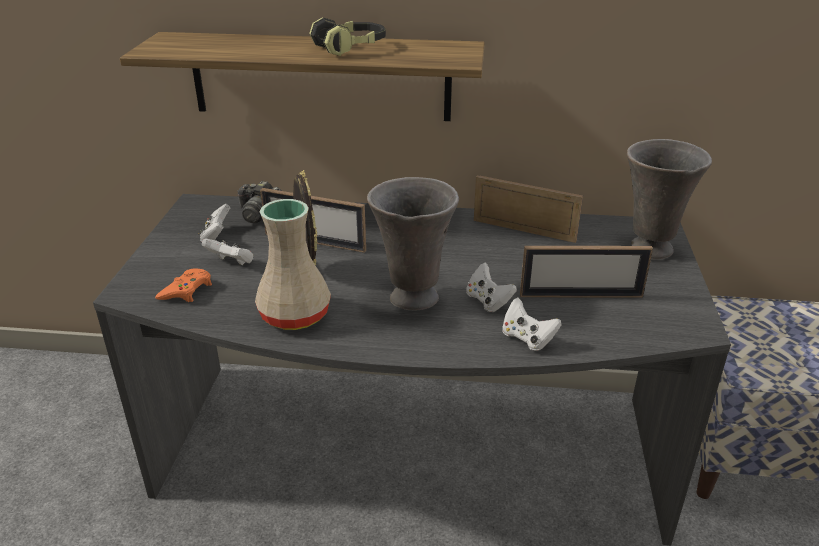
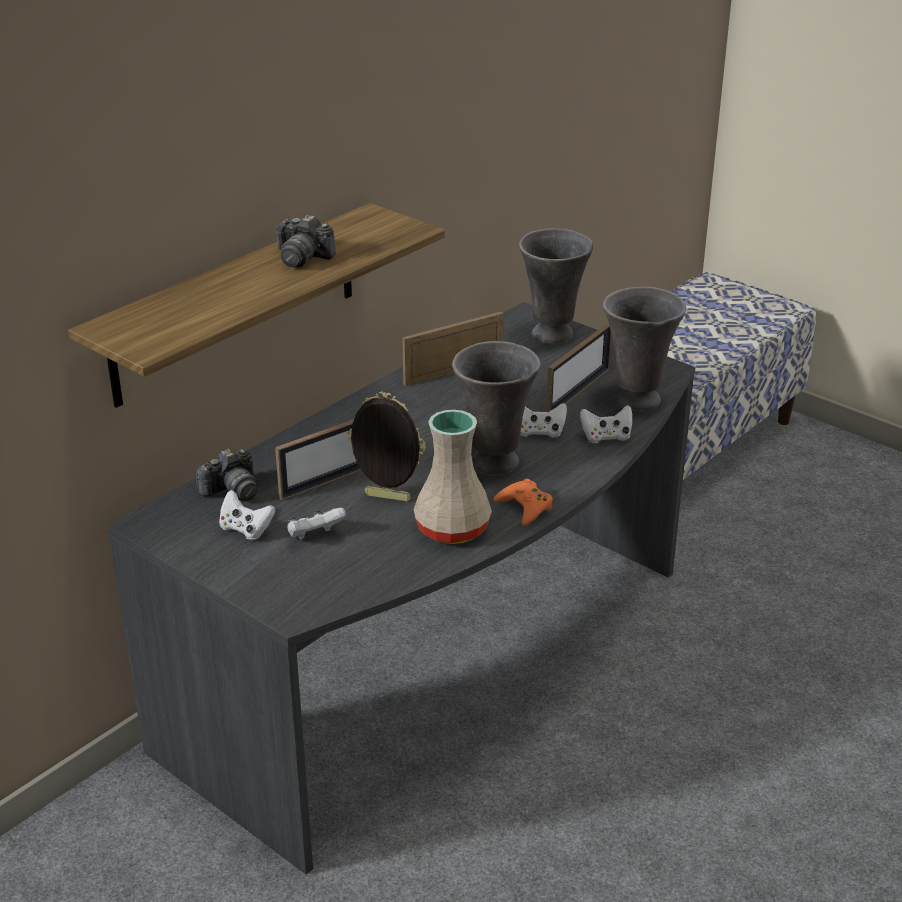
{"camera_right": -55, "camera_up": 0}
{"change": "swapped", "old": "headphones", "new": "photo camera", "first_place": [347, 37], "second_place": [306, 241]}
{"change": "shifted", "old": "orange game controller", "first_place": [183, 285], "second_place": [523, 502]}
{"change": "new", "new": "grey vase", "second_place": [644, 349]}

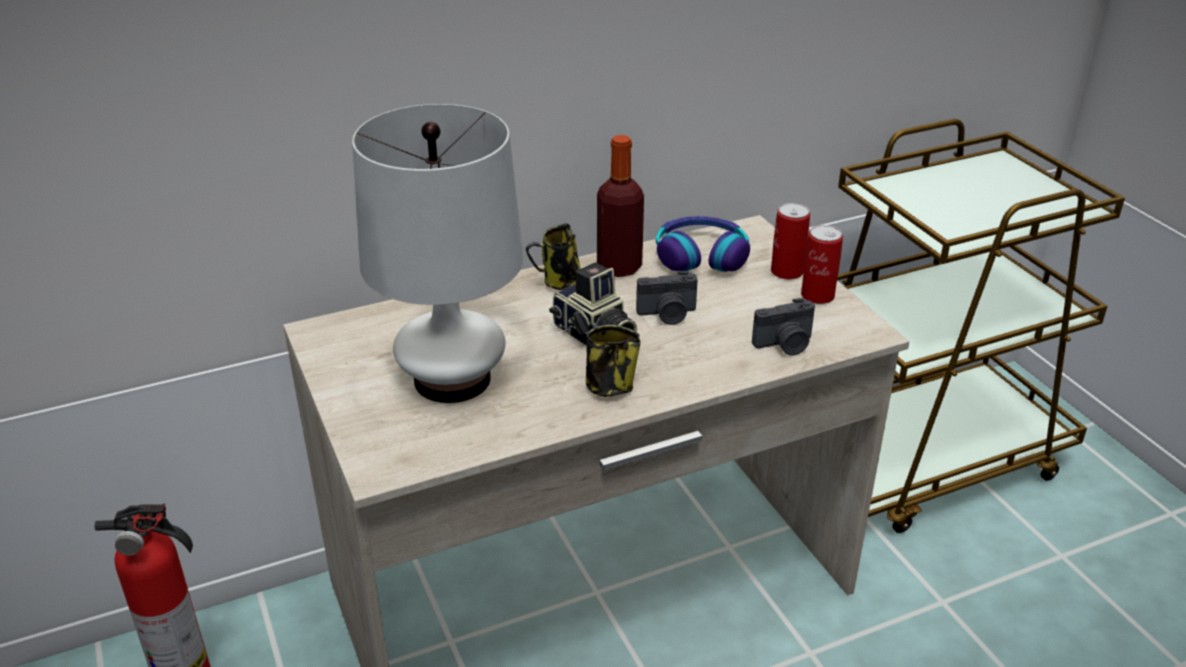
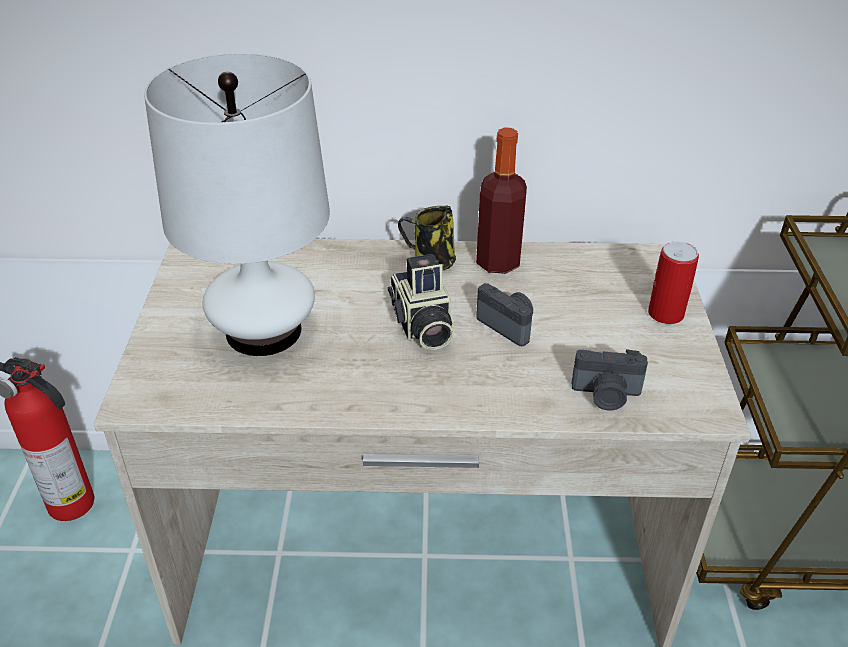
{"camera_right": 25, "camera_up": 5}
{"change": "gone", "old": "headphones", "first_place": [703, 244]}
{"change": "gone", "old": "can", "first_place": [822, 264]}
{"change": "rotated", "old": "photo camera", "first_place": [667, 298], "second_place": [504, 314], "degrees": -150}
{"change": "gone", "old": "mug", "first_place": [613, 360]}

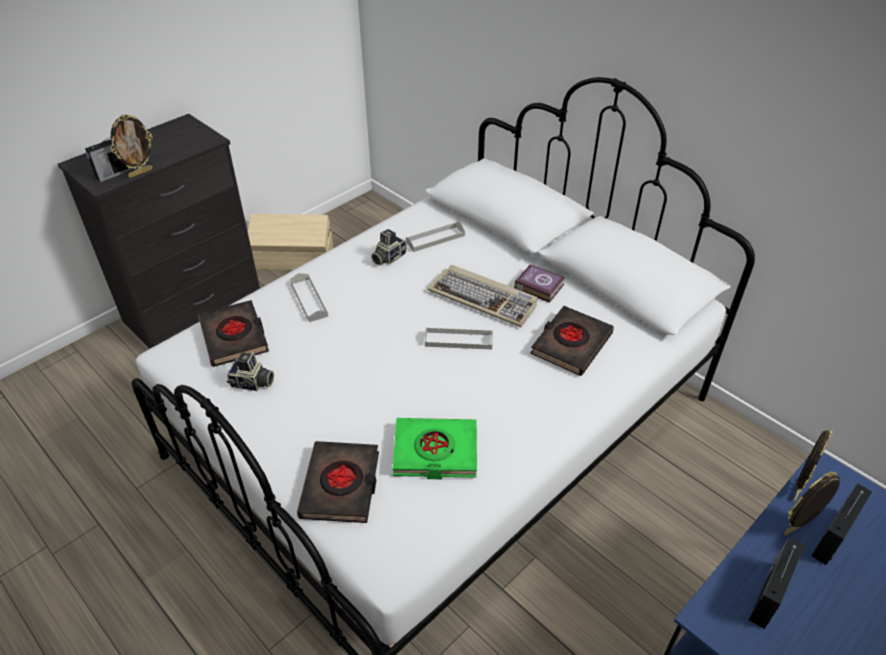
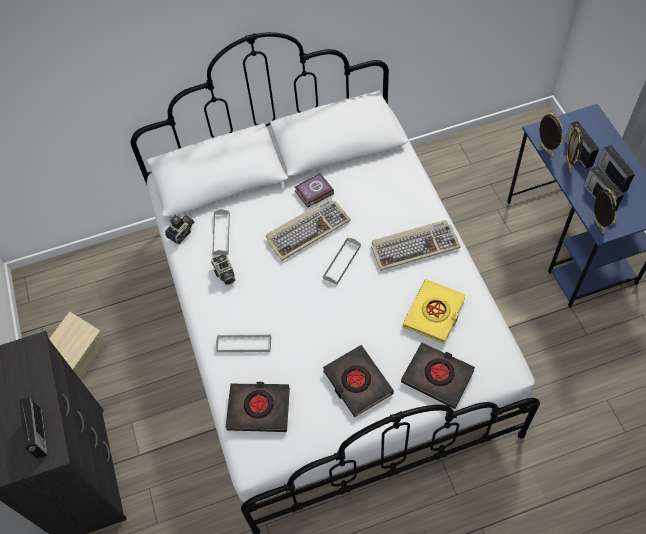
{"camera_right": -60, "camera_up": 15}
{"change": "shifted", "old": "picture frame", "first_place": [131, 146], "second_place": [605, 210]}
{"change": "shifted", "old": "black book", "first_place": [572, 341], "second_place": [358, 381]}
{"change": "shifted", "old": "photo camera", "first_place": [250, 371], "second_place": [179, 229]}
{"change": "repainted", "old": "green book", "new": "yellow book", "first_place": [435, 448], "second_place": [434, 311]}
{"change": "new", "new": "radio", "second_place": [616, 168]}
{"change": "new", "new": "keyboard", "second_place": [416, 245]}

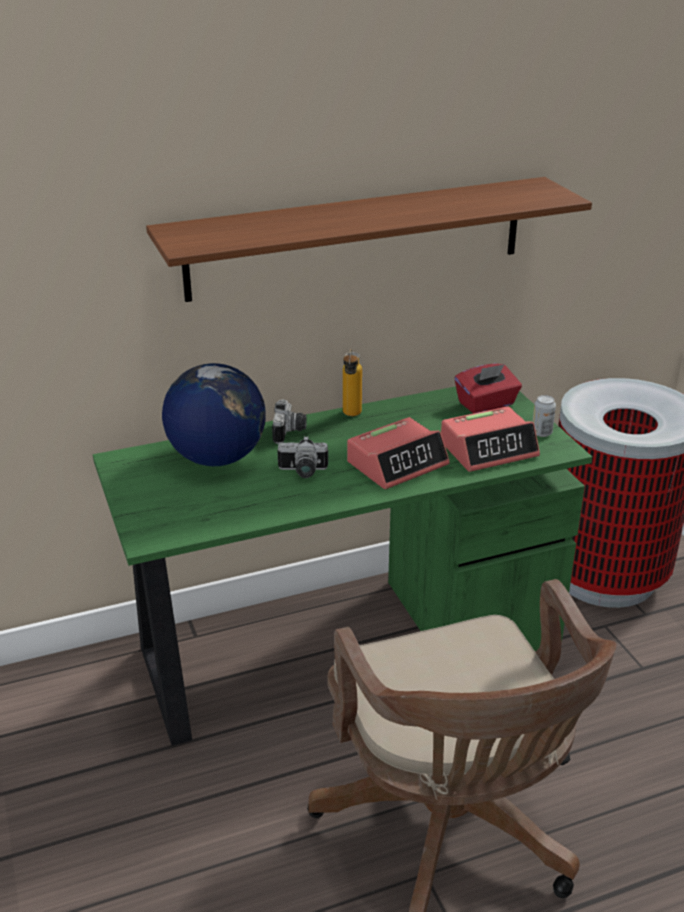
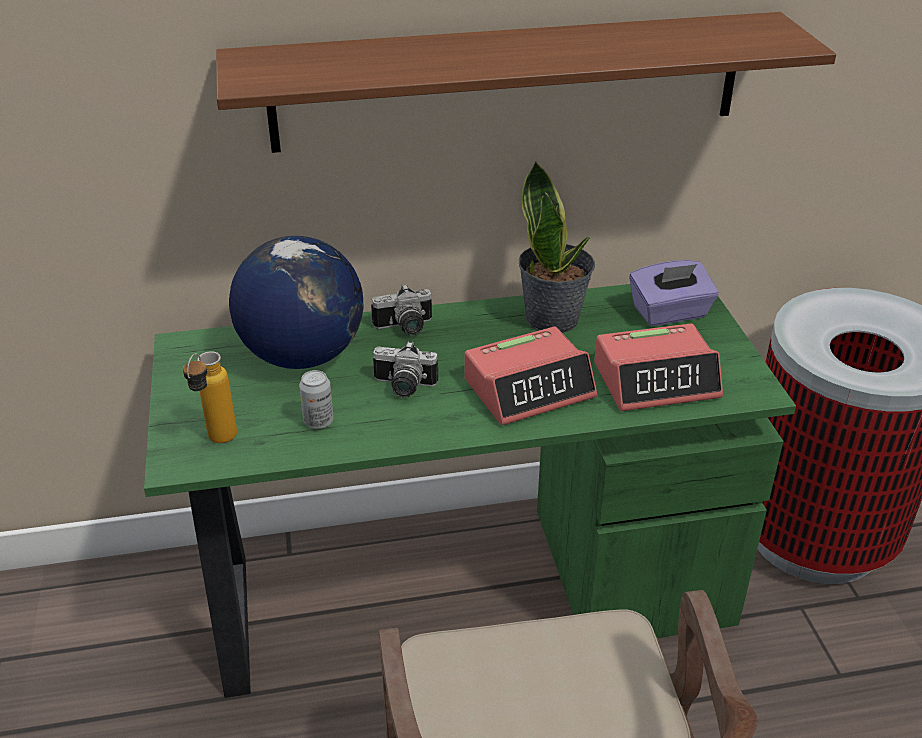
{"camera_right": 10, "camera_up": 5}
{"change": "shifted", "old": "bottle", "first_place": [352, 382], "second_place": [210, 397]}
{"change": "repainted", "old": "red tissue box", "new": "purple tissue box", "first_place": [488, 388], "second_place": [674, 293]}
{"change": "shifted", "old": "can", "first_place": [544, 416], "second_place": [316, 399]}
{"change": "rotated", "old": "photo camera", "first_place": [289, 421], "second_place": [401, 309], "degrees": 60}
{"change": "new", "new": "potted plant", "second_place": [557, 246]}

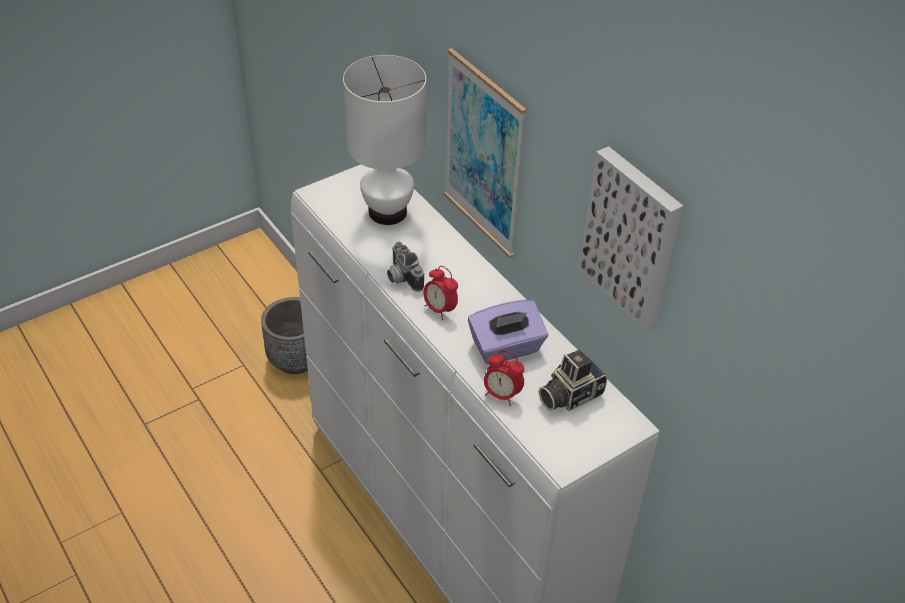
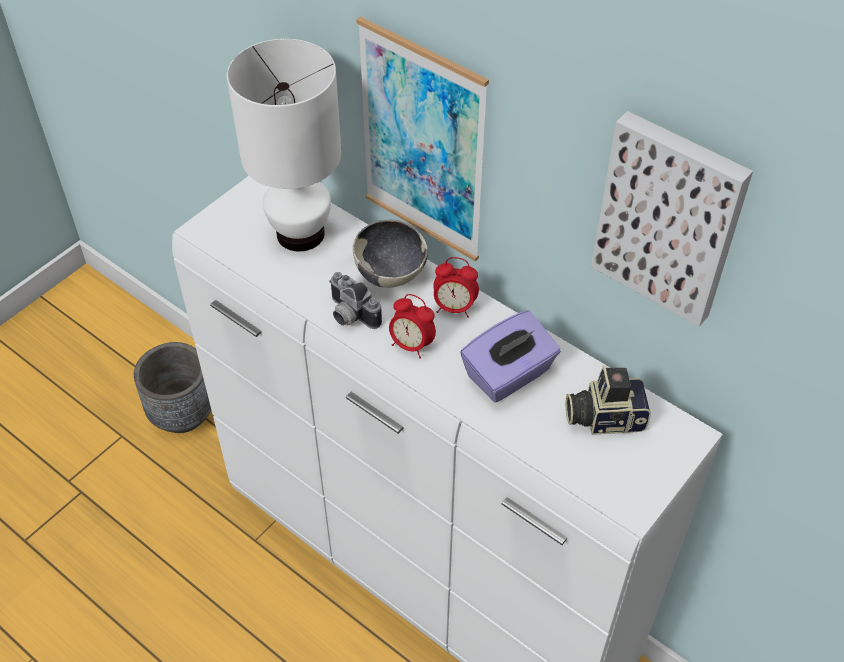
{"camera_right": -15, "camera_up": 5}
{"change": "shifted", "old": "alarm clock", "first_place": [504, 378], "second_place": [456, 287]}
{"change": "rotated", "old": "photo camera", "first_place": [573, 380], "second_place": [608, 400], "degrees": 45}
{"change": "new", "new": "bowl", "second_place": [390, 254]}

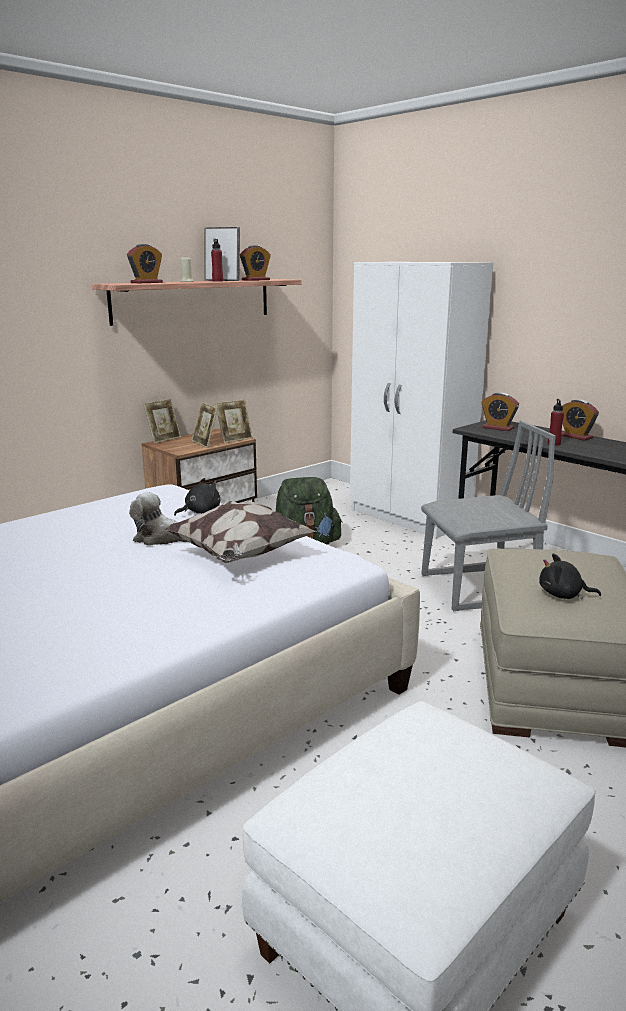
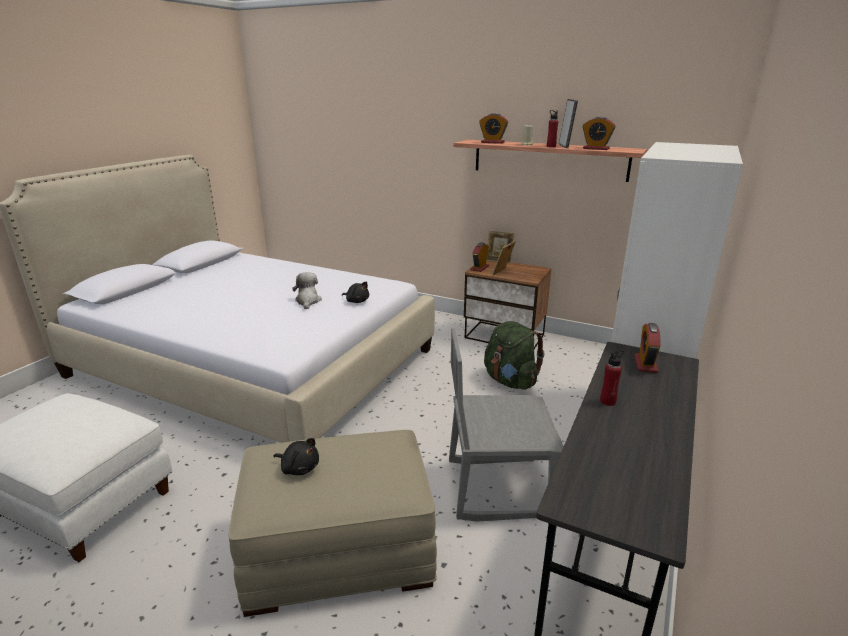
{"camera_right": 70, "camera_up": 5}
{"change": "gone", "old": "picture frame", "first_place": [234, 421]}
{"change": "shifted", "old": "alarm clock", "first_place": [580, 420], "second_place": [480, 257]}
{"change": "rotated", "old": "grey chair", "first_place": [488, 516], "second_place": [506, 425], "degrees": 120}
{"change": "gone", "old": "pillow", "first_place": [240, 532]}
{"change": "rotated", "old": "black plush toy", "first_place": [570, 576], "second_place": [296, 456], "degrees": 120}

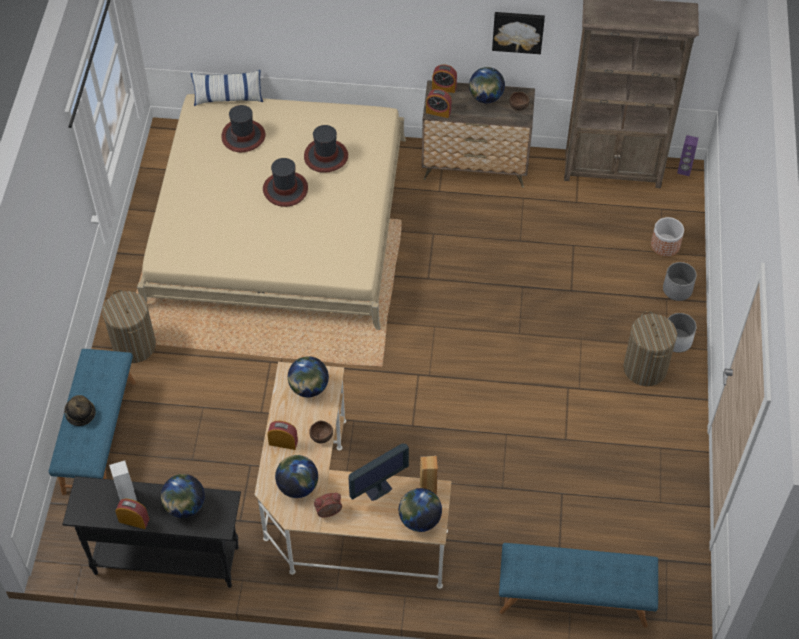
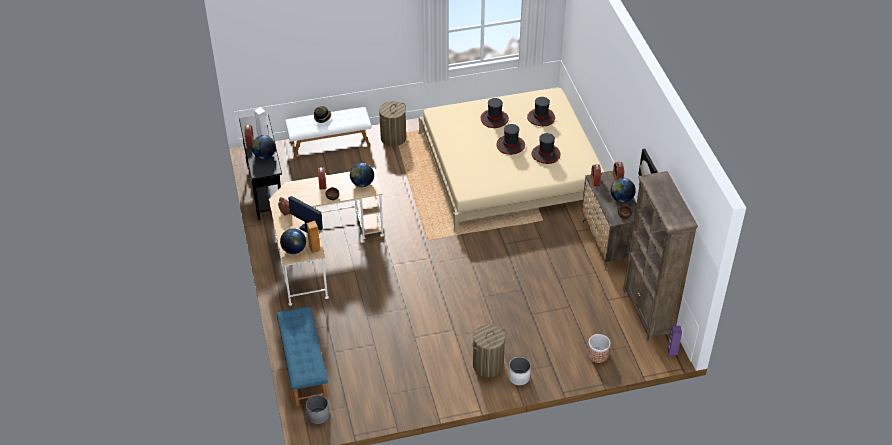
{"camera_right": 70, "camera_up": -10}
{"change": "gone", "old": "pillow", "first_place": [227, 88]}
{"change": "shifted", "old": "grey planter", "first_place": [680, 281], "second_place": [318, 409]}
{"change": "repainted", "old": "blue bench", "new": "white bench", "first_place": [92, 422], "second_place": [328, 133]}
{"change": "gone", "old": "globe", "first_place": [296, 476]}
{"change": "new", "new": "hat", "second_place": [495, 113]}

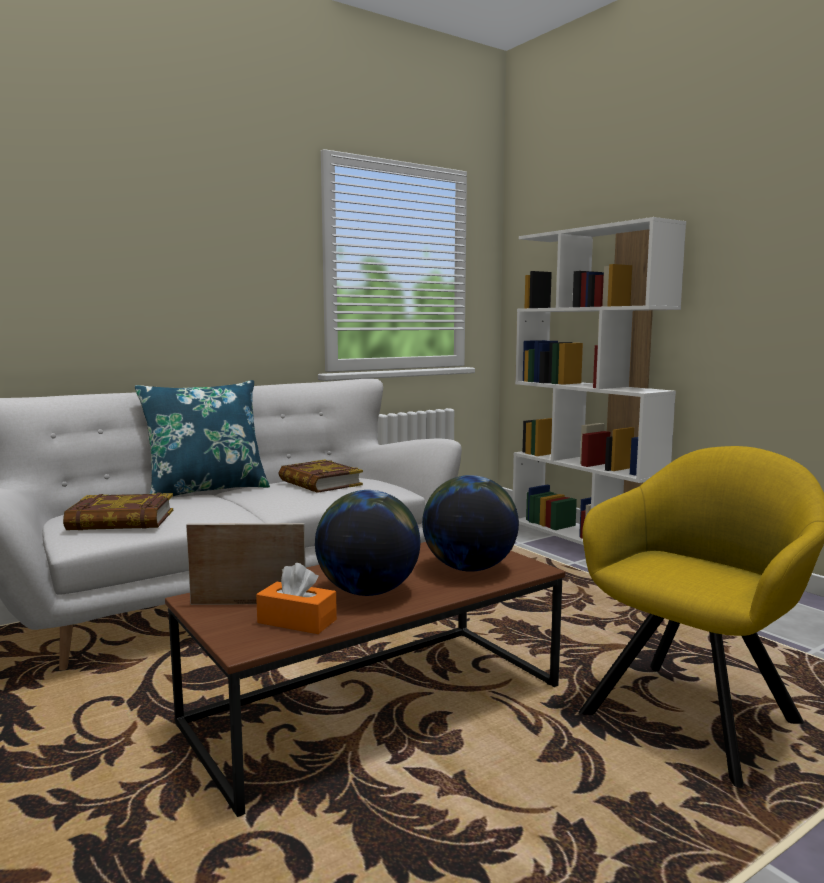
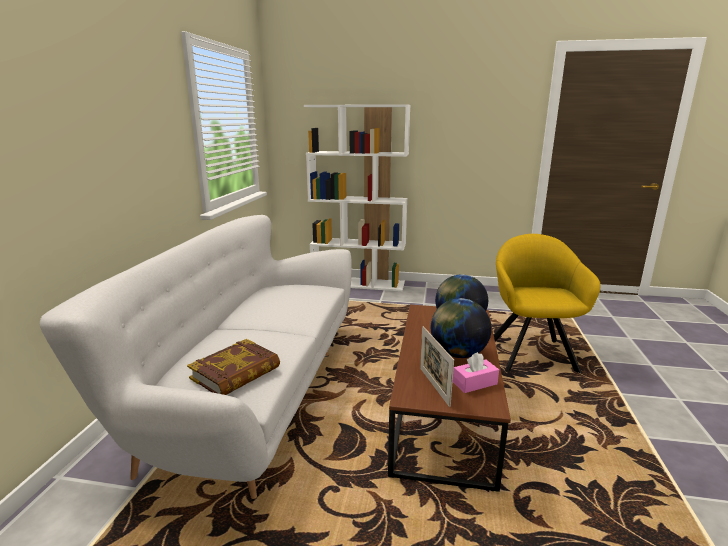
{"camera_right": -45, "camera_up": 10}
{"change": "gone", "old": "blue pillow", "first_place": [202, 438]}
{"change": "gone", "old": "book", "first_place": [320, 476]}
{"change": "rotated", "old": "picture frame", "first_place": [246, 564], "second_place": [437, 366], "degrees": -60}
{"change": "repainted", "old": "orange tissue box", "new": "pink tissue box", "first_place": [296, 598], "second_place": [476, 372]}

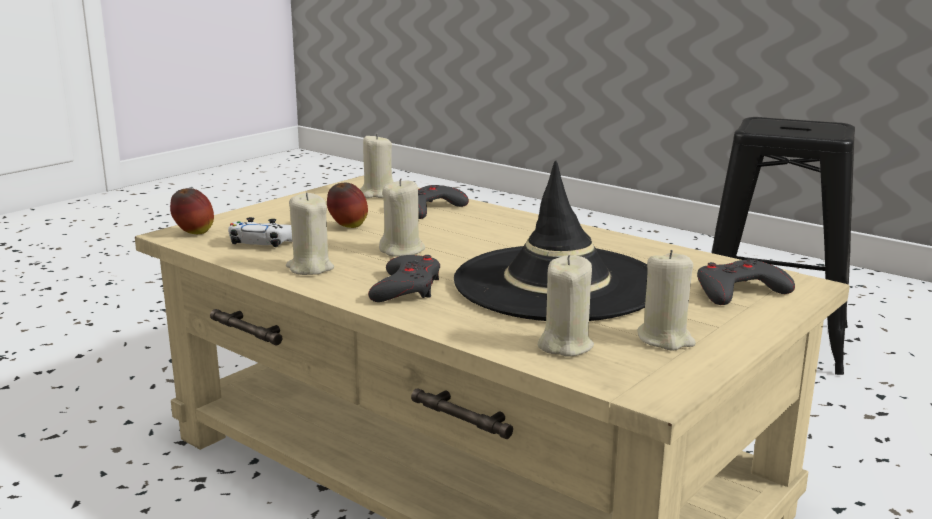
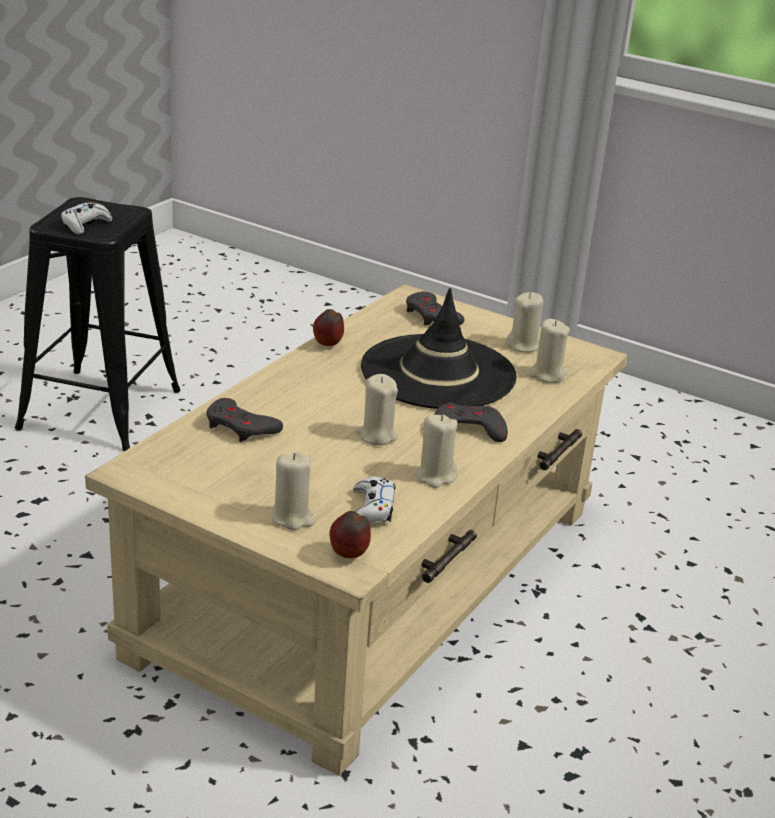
{"camera_right": -100, "camera_up": 10}
{"change": "shifted", "old": "beige candle", "first_place": [377, 165], "second_place": [292, 491]}
{"change": "shifted", "old": "apple", "first_place": [347, 205], "second_place": [328, 327]}
{"change": "new", "new": "white game controller", "second_place": [86, 218]}

